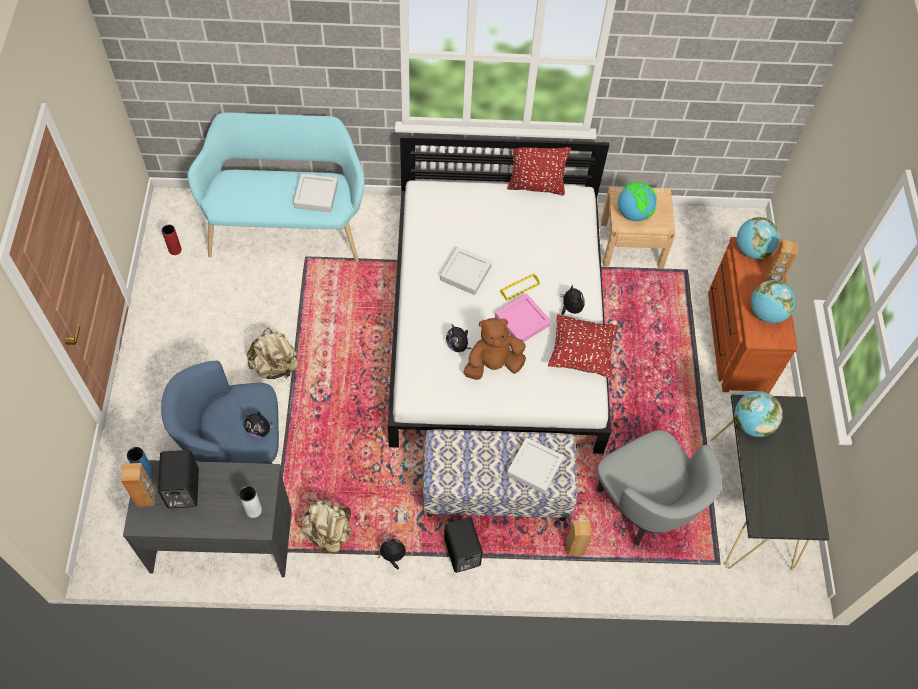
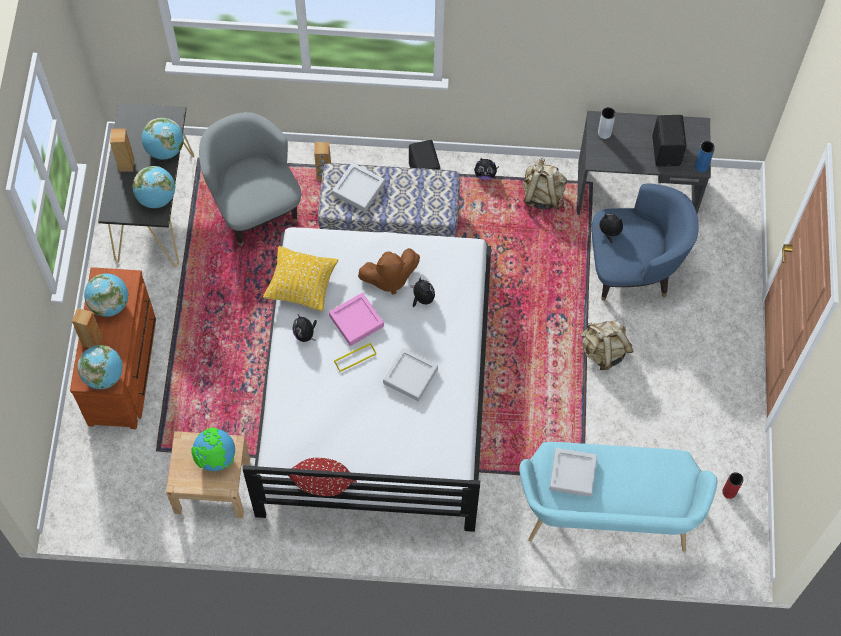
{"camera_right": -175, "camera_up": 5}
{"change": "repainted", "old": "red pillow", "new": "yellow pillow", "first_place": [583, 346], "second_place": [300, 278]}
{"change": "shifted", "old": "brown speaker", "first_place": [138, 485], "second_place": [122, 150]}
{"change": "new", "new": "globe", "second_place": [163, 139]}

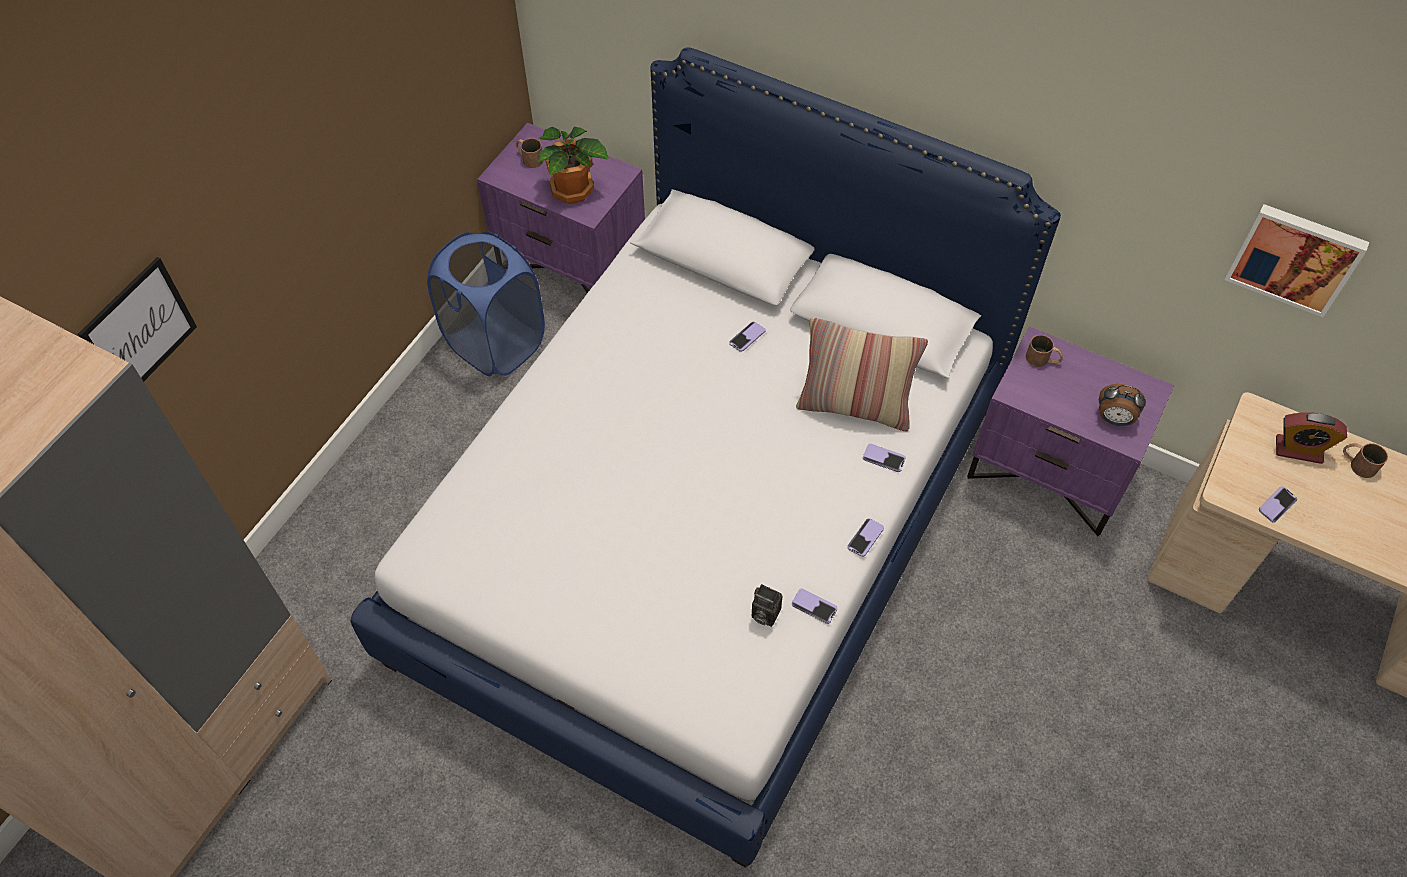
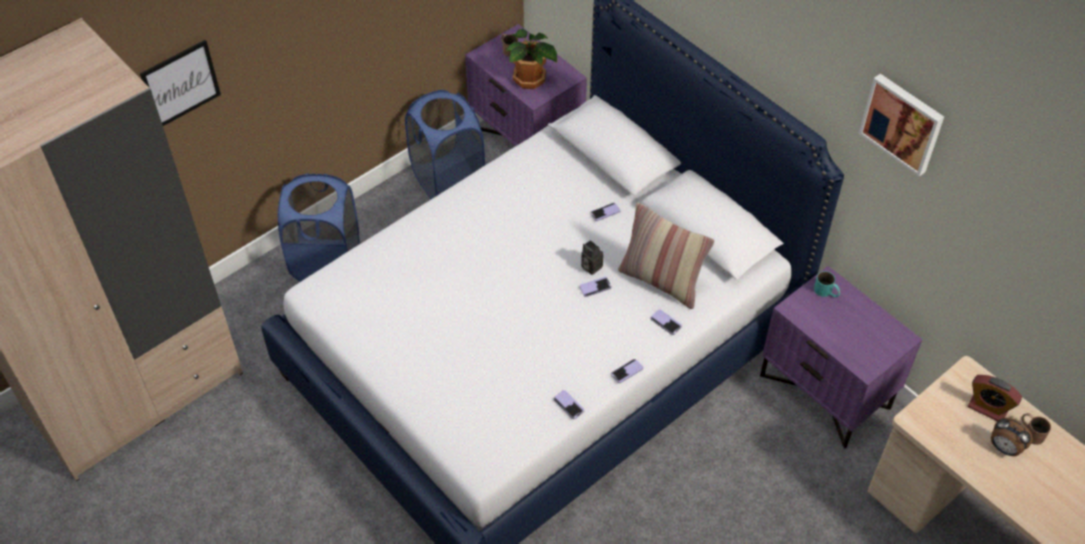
{"camera_right": 20, "camera_up": -5}
{"change": "shifted", "old": "picture", "first_place": [1297, 260], "second_place": [901, 125]}
{"change": "repainted", "old": "brown mug", "new": "turquoise mug", "first_place": [1044, 351], "second_place": [827, 284]}
{"change": "shifted", "old": "alarm clock", "first_place": [1122, 405], "second_place": [1012, 437]}
{"change": "shifted", "old": "phone", "first_place": [1278, 504], "second_place": [596, 287]}
{"change": "shifted", "old": "photo camera", "first_place": [767, 605], "second_place": [592, 257]}
{"change": "new", "new": "blue laundry basket", "second_place": [318, 227]}

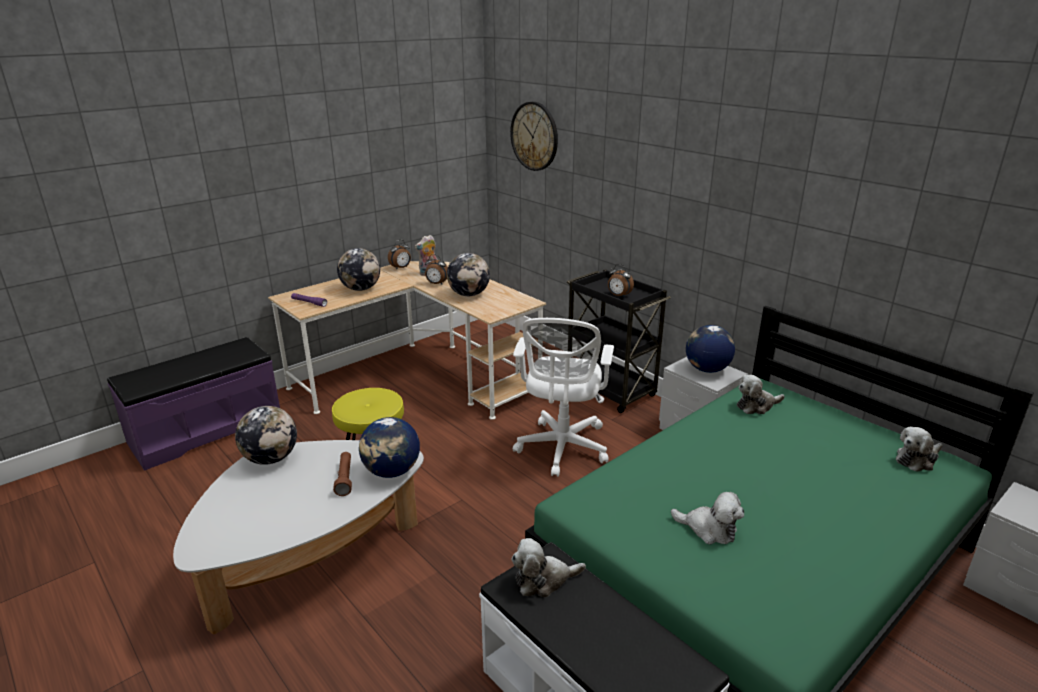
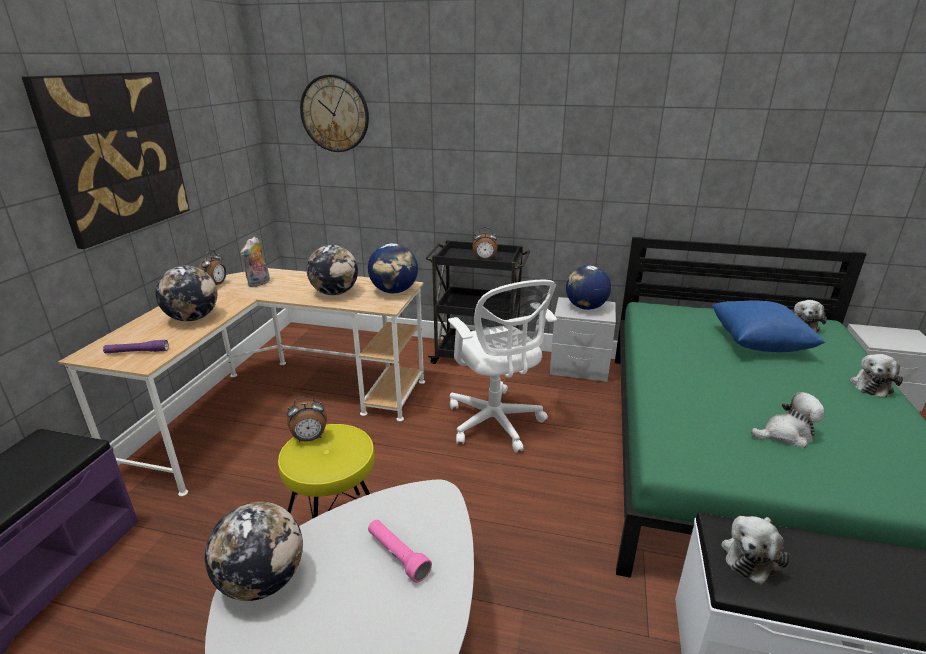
{"camera_right": -35, "camera_up": 0}
{"change": "shifted", "old": "alarm clock", "first_place": [436, 269], "second_place": [307, 419]}
{"change": "shifted", "old": "plush toy", "first_place": [761, 394], "second_place": [876, 376]}
{"change": "shifted", "old": "globe", "first_place": [389, 447], "second_place": [393, 268]}
{"change": "repainted", "old": "brown flashlight", "new": "pink flashlight", "first_place": [342, 474], "second_place": [400, 551]}
{"change": "new", "new": "picture", "second_place": [106, 160]}
{"change": "new", "new": "blue pillow", "second_place": [768, 326]}

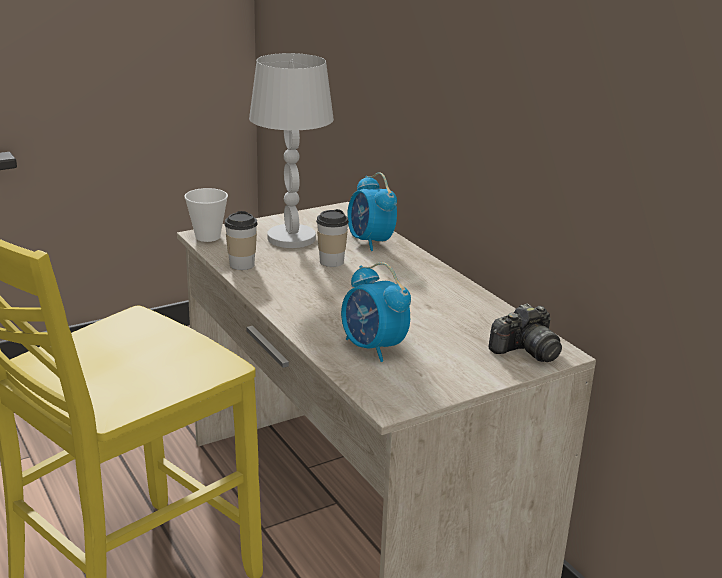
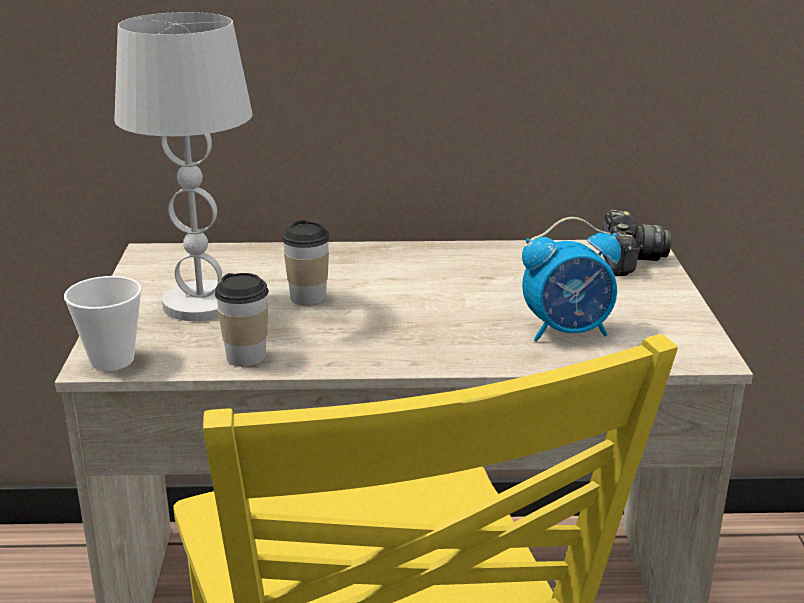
{"camera_right": -60, "camera_up": 0}
{"change": "gone", "old": "alarm clock", "first_place": [372, 211]}

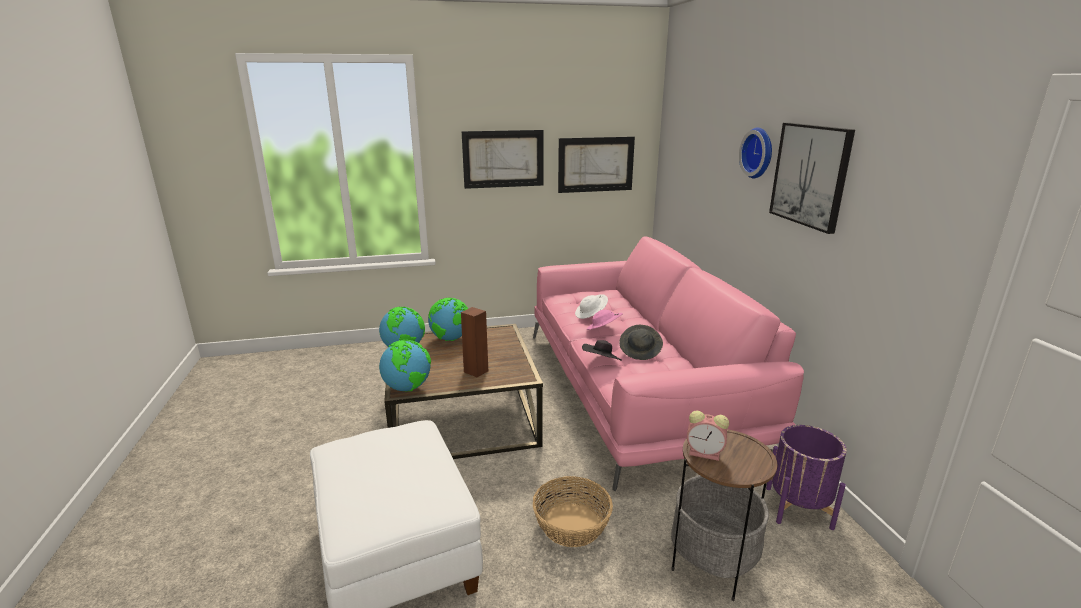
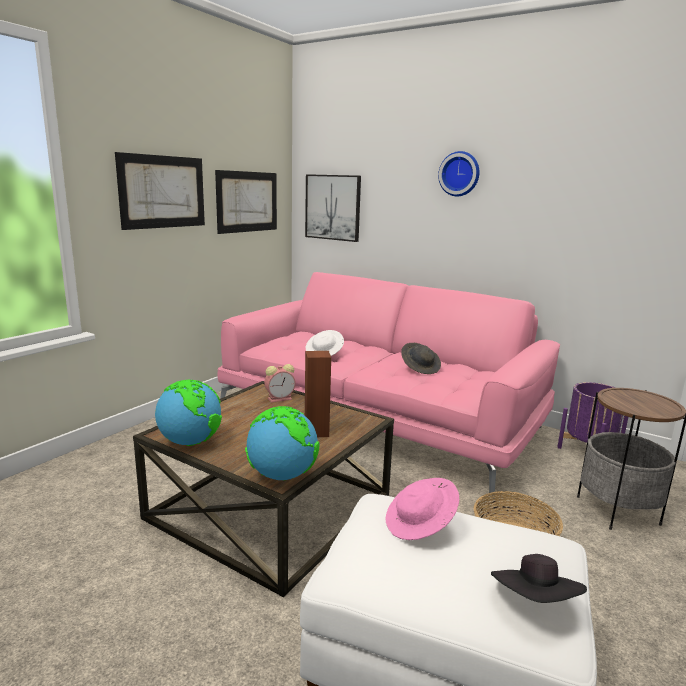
{"camera_right": -45, "camera_up": -5}
{"change": "shifted", "old": "picture", "first_place": [812, 178], "second_place": [333, 208]}
{"change": "gone", "old": "globe", "first_place": [448, 319]}
{"change": "shifted", "old": "pink hat", "first_place": [605, 320], "second_place": [422, 509]}
{"change": "shifted", "old": "black hat", "first_place": [602, 350], "second_place": [539, 578]}
{"change": "shifted", "old": "alarm clock", "first_place": [708, 436], "second_place": [280, 383]}

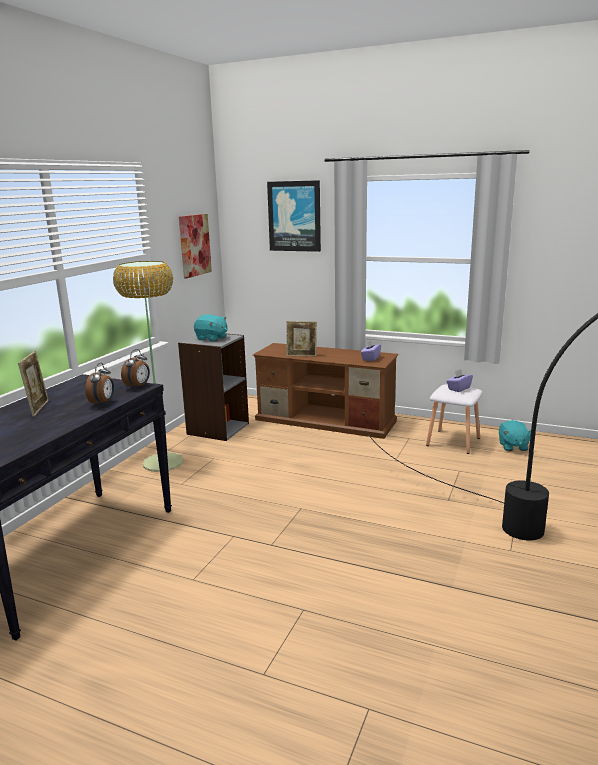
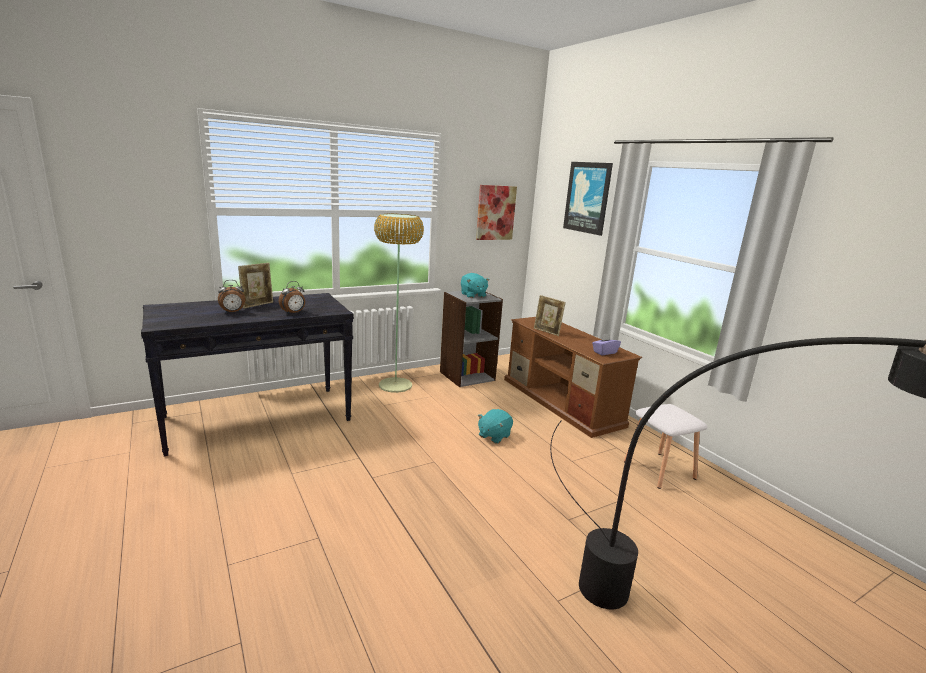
{"camera_right": 35, "camera_up": 0}
{"change": "shifted", "old": "alarm clock", "first_place": [135, 369], "second_place": [231, 296]}
{"change": "gone", "old": "purple tissue box", "first_place": [459, 380]}
{"change": "shifted", "old": "turquoise plush toy", "first_place": [515, 435], "second_place": [495, 426]}

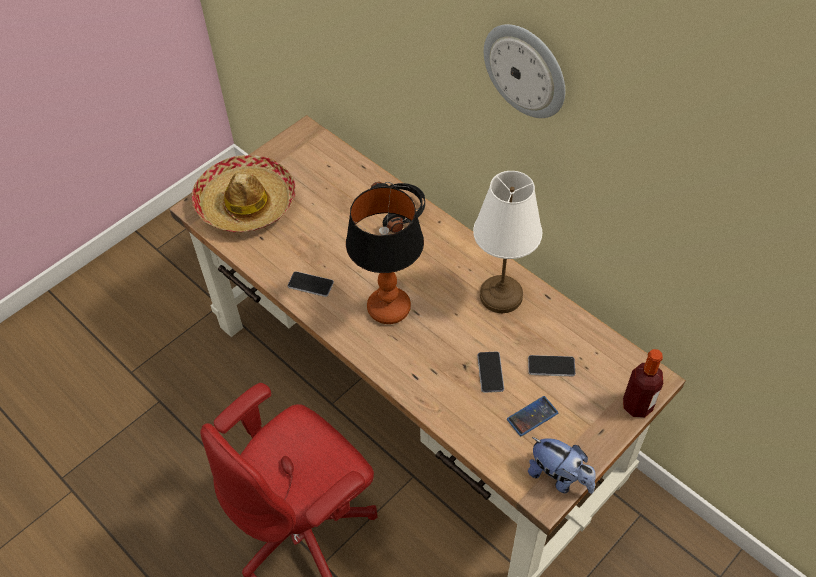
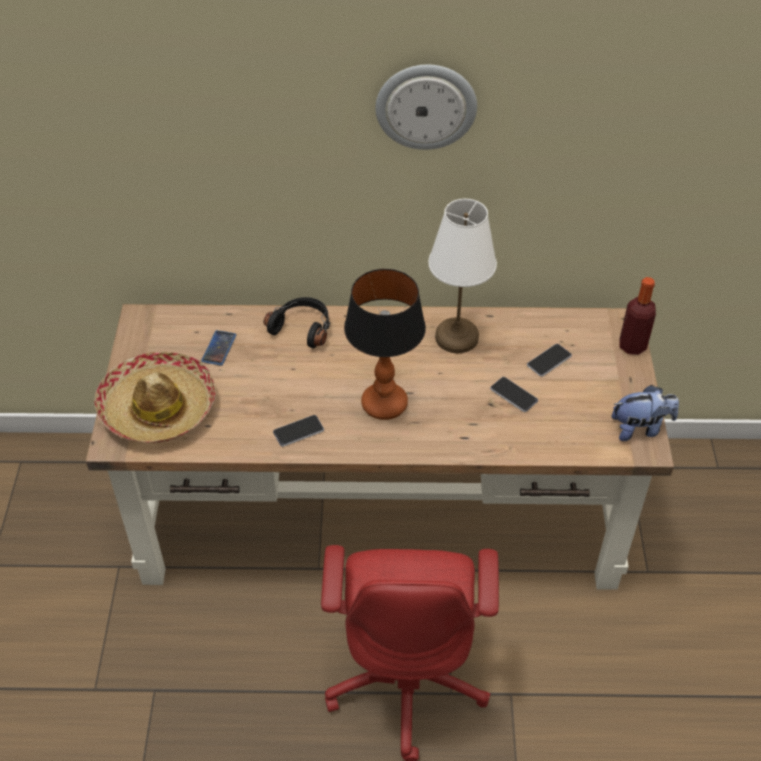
{"camera_right": -45, "camera_up": -5}
{"change": "shifted", "old": "phone", "first_place": [532, 416], "second_place": [218, 348]}

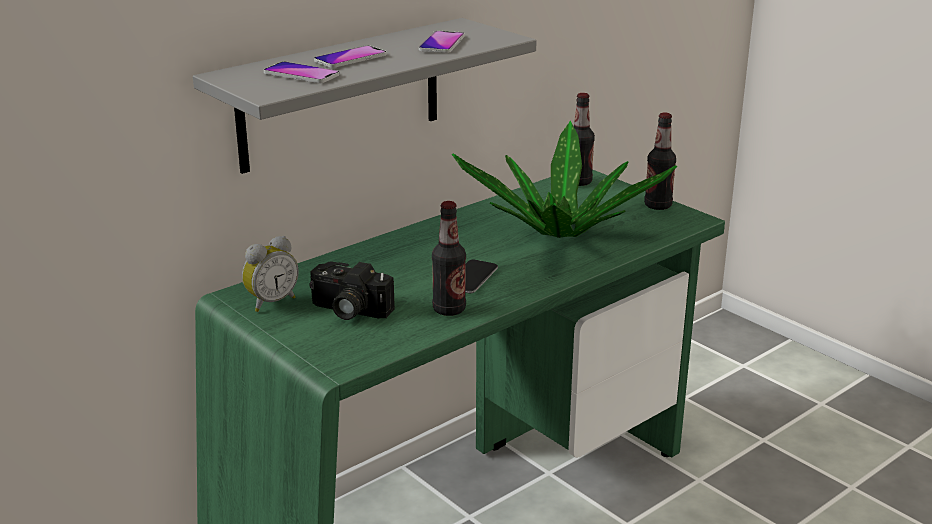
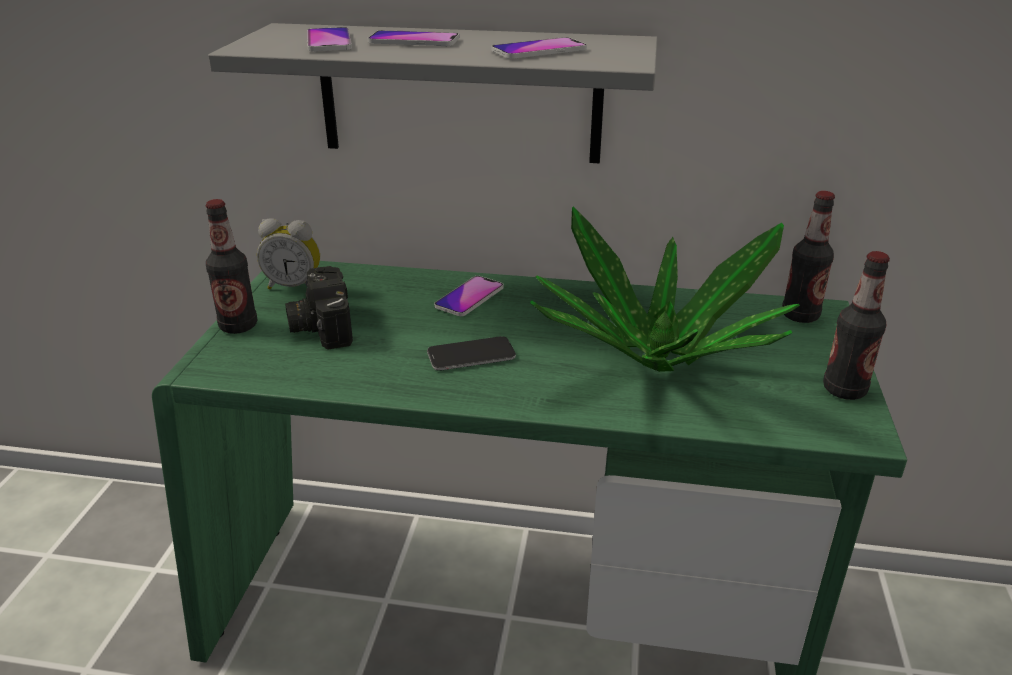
{"camera_right": 50, "camera_up": 5}
{"change": "shifted", "old": "bottle", "first_place": [449, 258], "second_place": [231, 266]}
{"change": "new", "new": "phone", "second_place": [469, 296]}

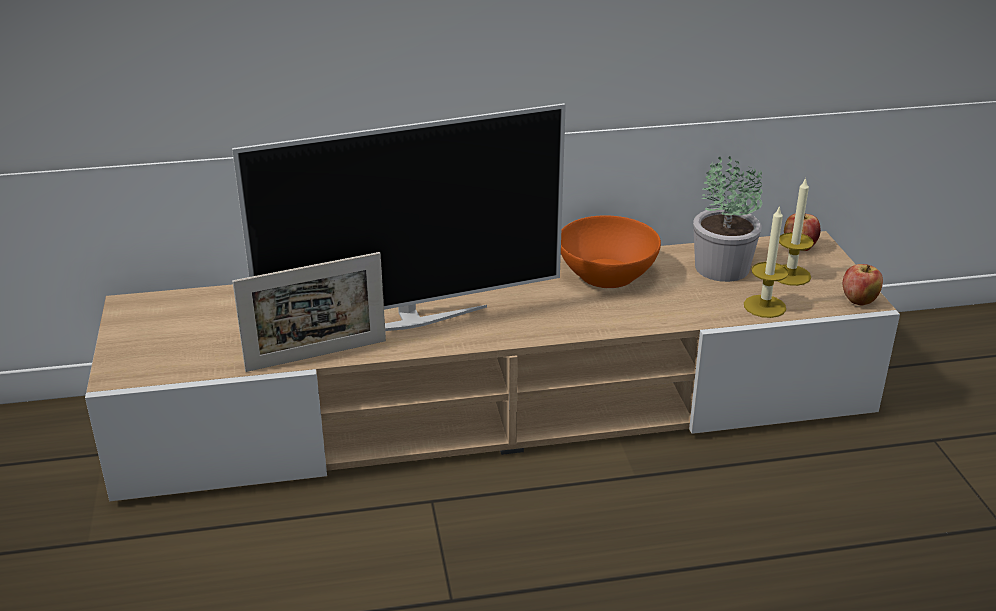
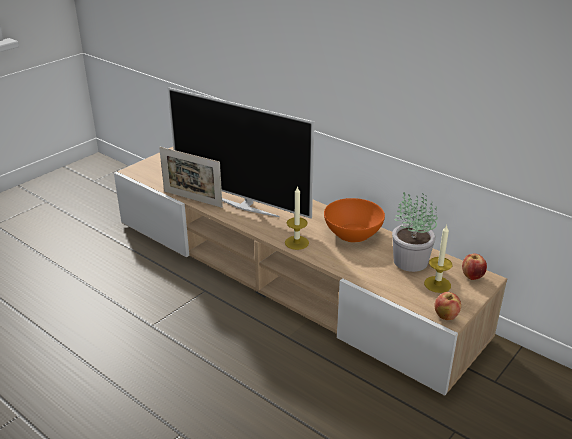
{"camera_right": 50, "camera_up": 0}
{"change": "shifted", "old": "candle", "first_place": [766, 261], "second_place": [297, 218]}

